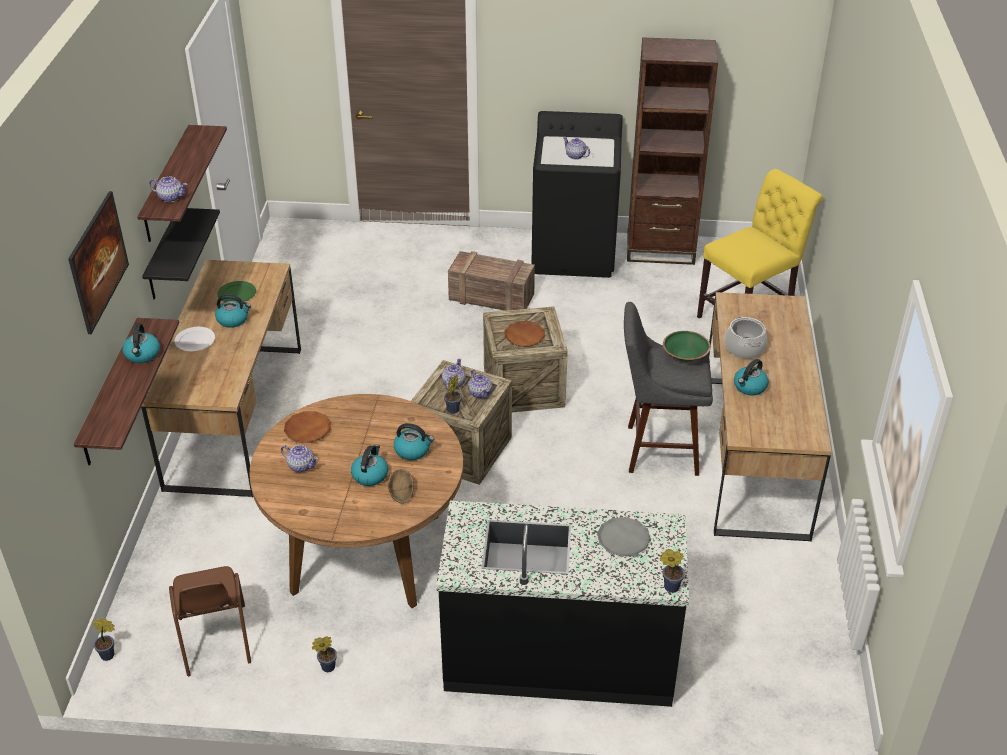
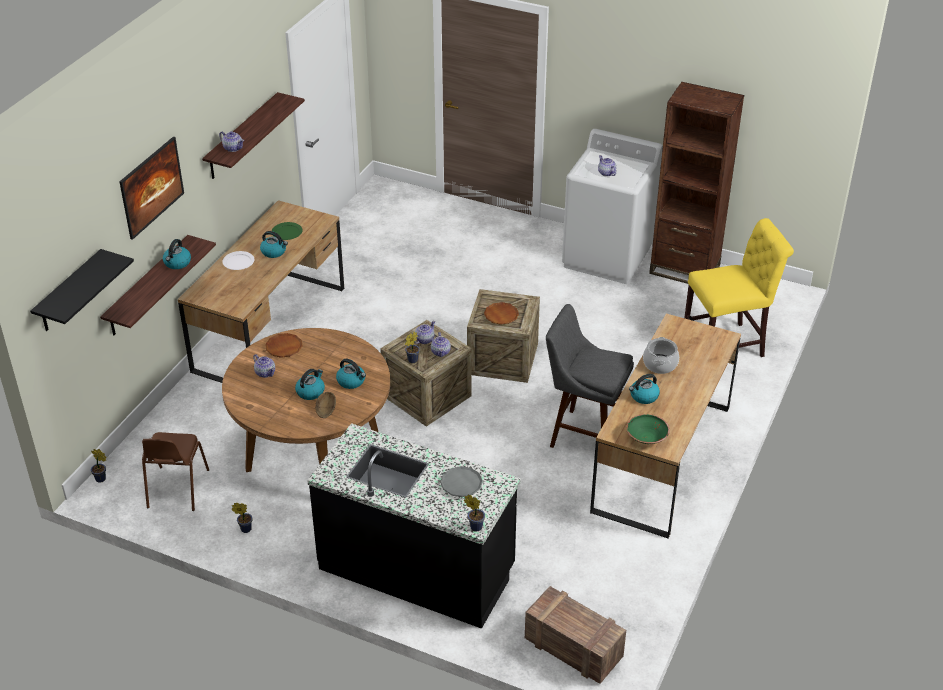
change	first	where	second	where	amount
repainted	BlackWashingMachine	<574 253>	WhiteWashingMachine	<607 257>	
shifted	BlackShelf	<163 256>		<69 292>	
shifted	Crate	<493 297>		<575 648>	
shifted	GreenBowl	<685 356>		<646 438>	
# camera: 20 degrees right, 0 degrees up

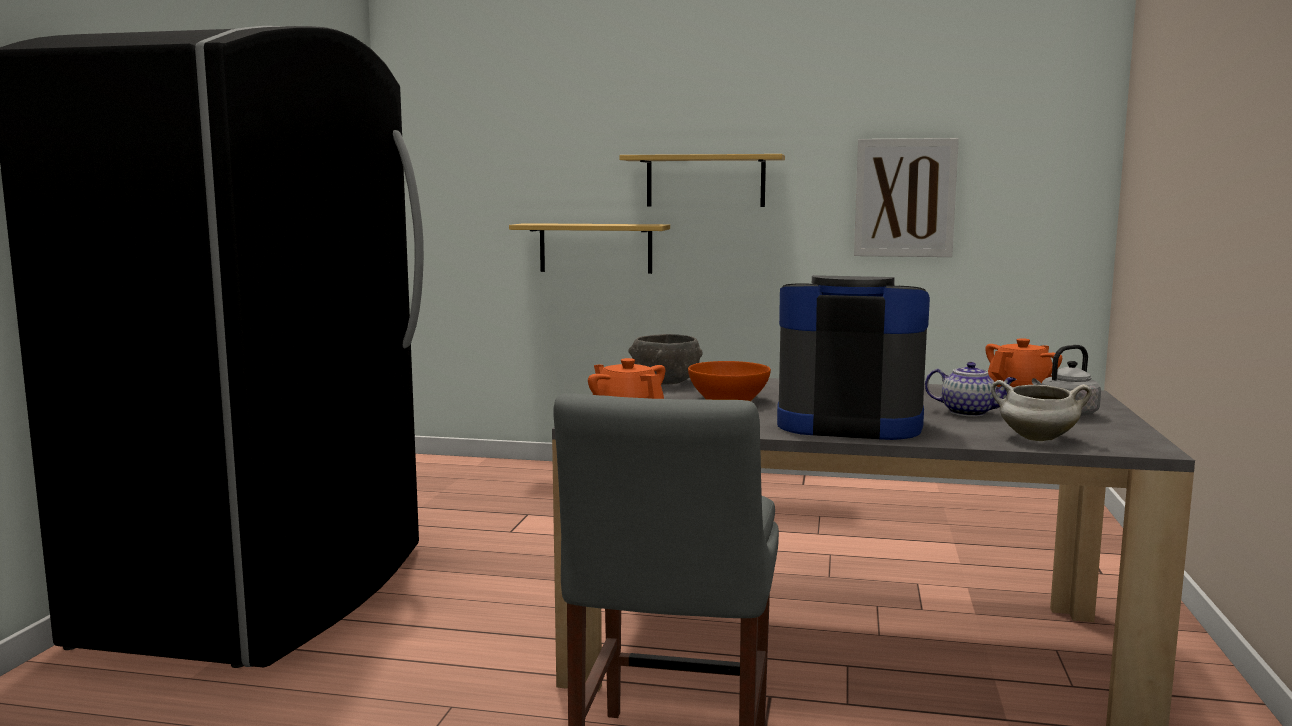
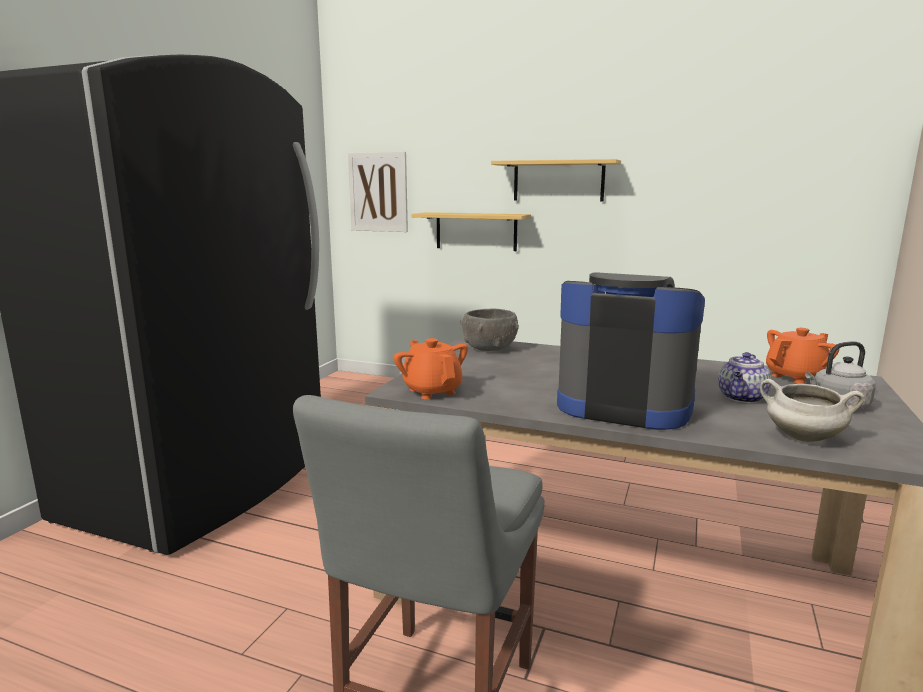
change	first	where	second	where	amount
shifted	Picture	<905 198>		<378 192>	
gone	OrangeBowl	<728 399>			
rotated	Teapot	<969 412>		<742 398>	90 degrees clockwise
# camera: 10 degrees right, 5 degrees up

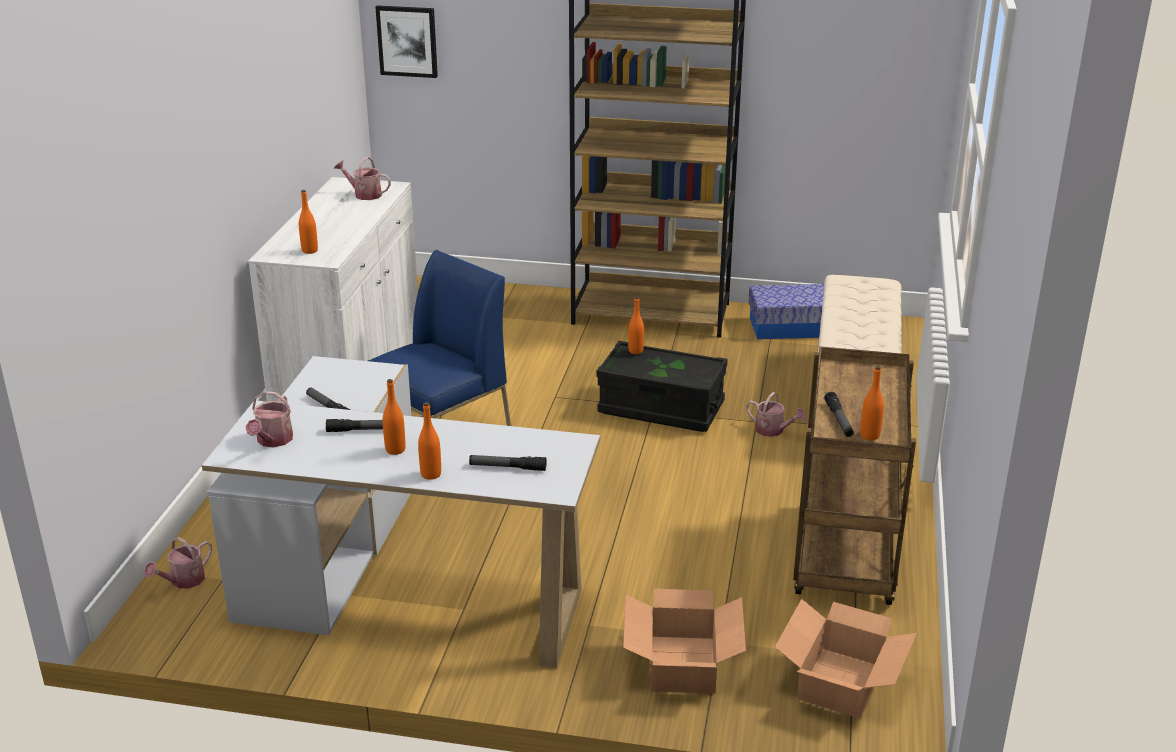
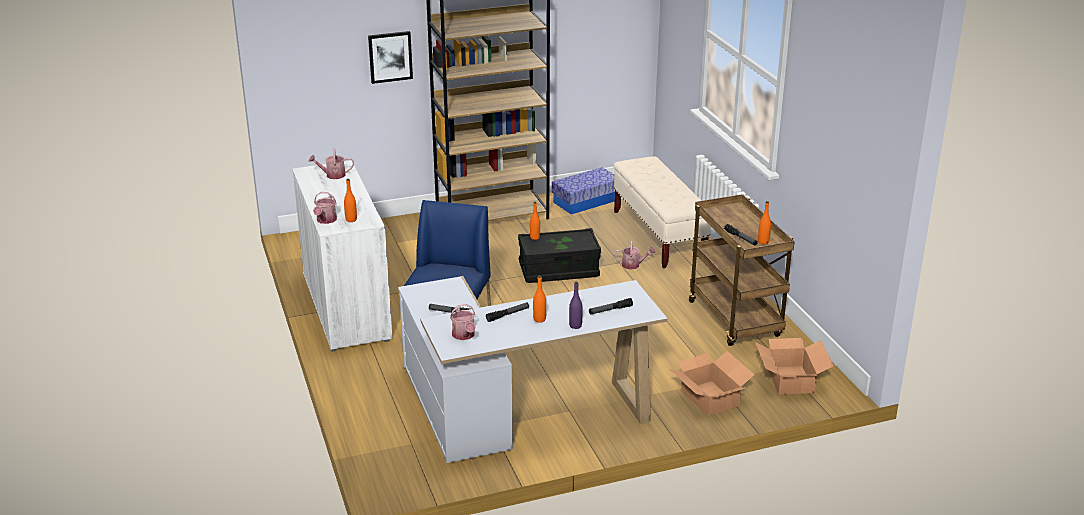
change	first	where	second	where	amount
shifted	Picture	<407 41>		<390 56>	
repainted	OrangeBottle	<431 474>	PurpleBottle	<575 326>	
shifted	WateringCan	<183 581>		<325 220>	
# camera: 30 degrees left, 0 degrees up

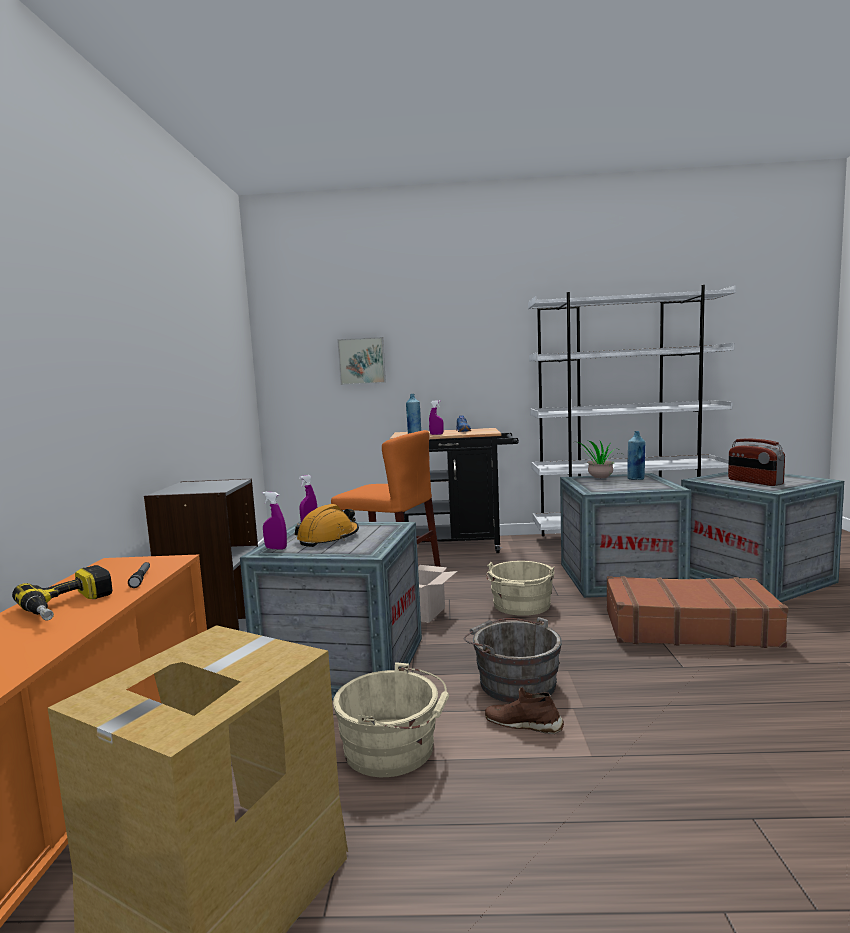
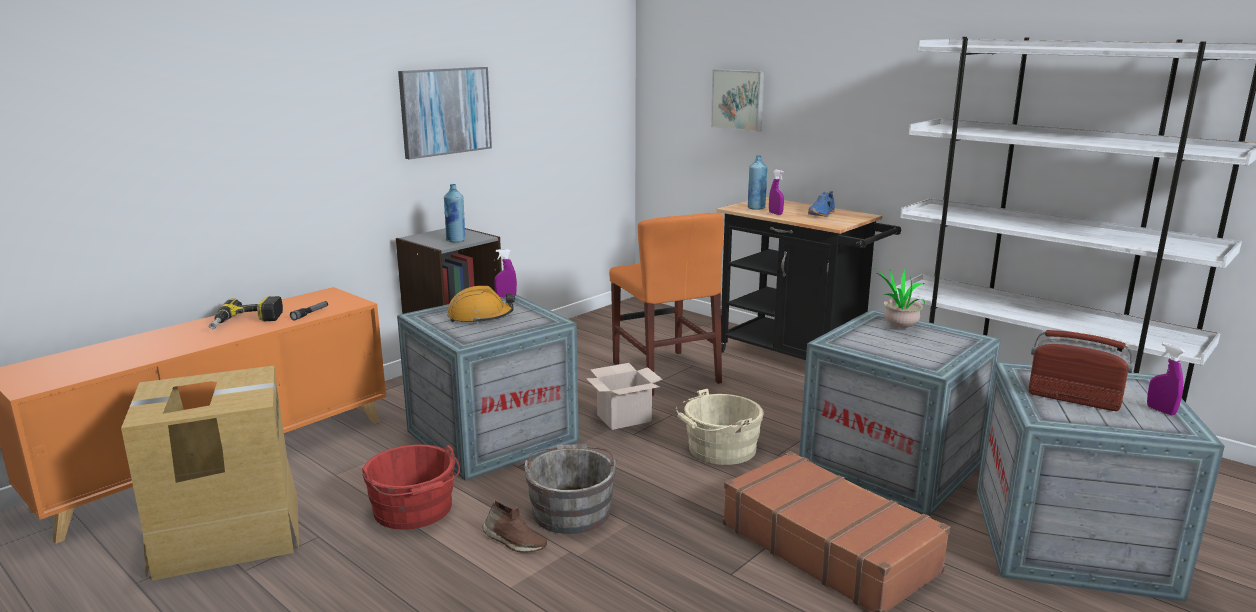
change	first	where	second	where	amount
shifted	BlueBottle	<636 479>		<456 240>	
rotated	Radio	<754 482>		<1073 399>	105 degrees clockwise
shifted	PurpleSprayBottle	<276 548>		<1160 410>	
repainted	BeigeBucket	<394 749>	RedBucket	<414 511>	
rotated	BrownShoe	<523 724>		<513 542>	150 degrees clockwise
new			Picture	<445 111>	
# camera: 40 degrees right, 10 degrees up

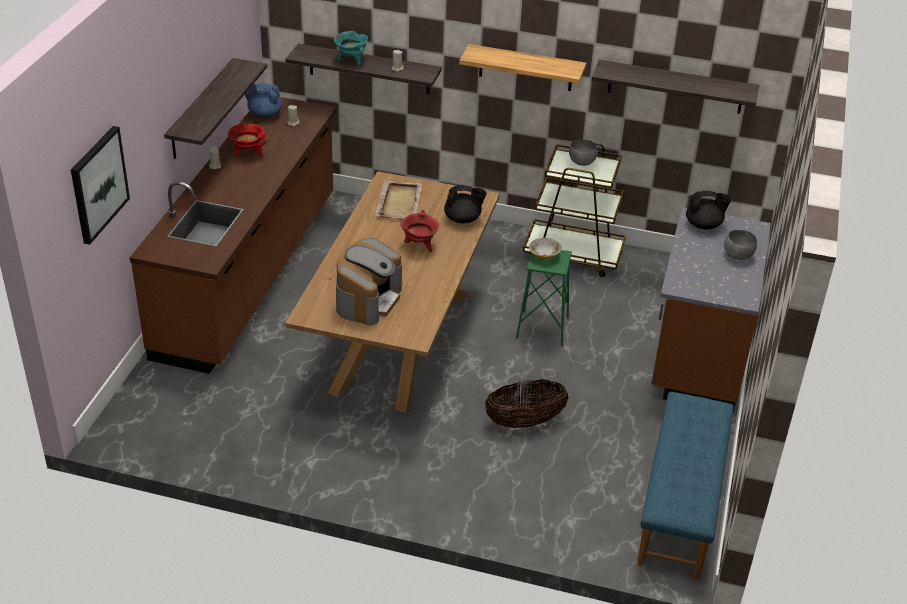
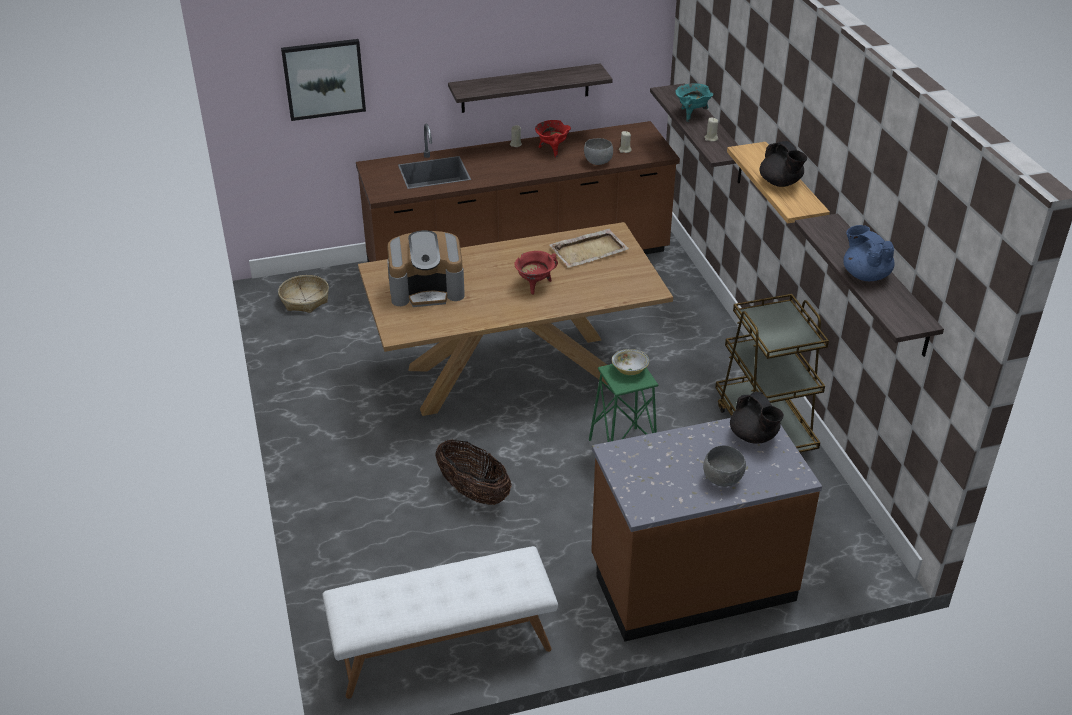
change	first	where	second	where	amount
shifted	BlueTeapot	<264 114>		<865 274>	
shifted	GreyBowl	<581 163>		<597 162>	
shifted	BlackTeapot	<463 219>		<780 183>	
repainted	BlueBench	<681 505>	WhiteBench	<443 648>	
new			Basket	<305 300>	
# camera: 60 degrees right, 0 degrees up

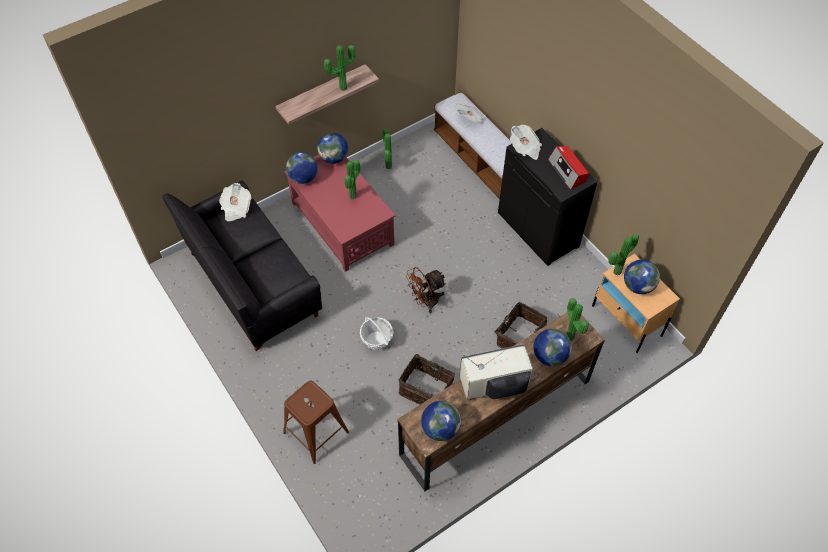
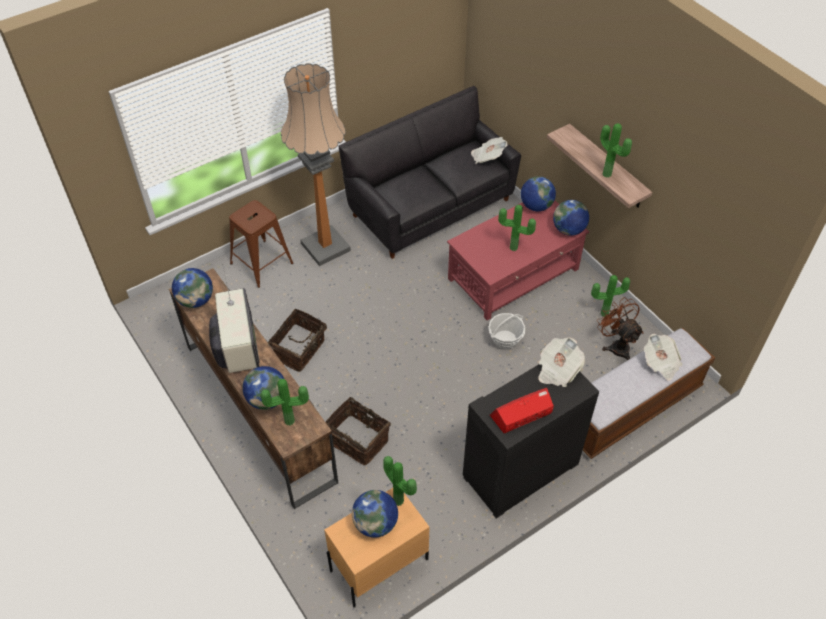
change	first	where	second	where	amount
shifted	BrownFan	<426 302>		<616 345>	
shifted	Basket	<377 340>		<505 339>	
new			FloorLamp	<325 247>	
# camera: 90 degrees right, 5 degrees down

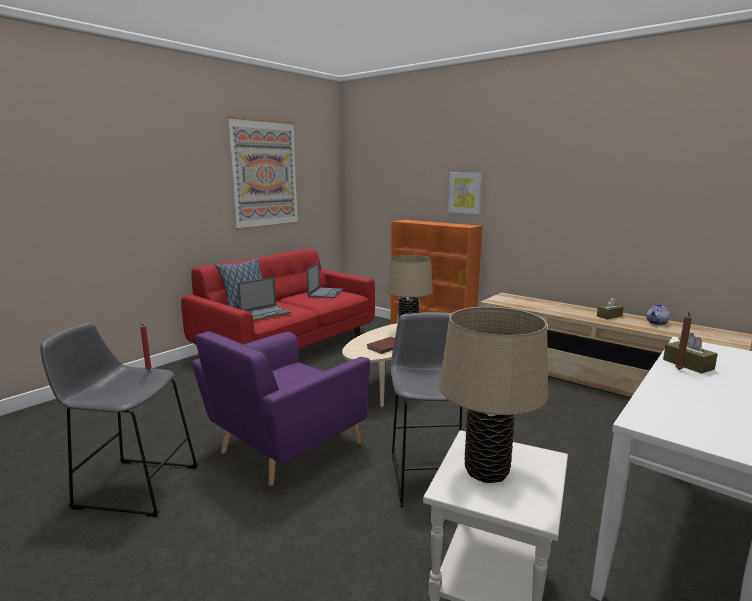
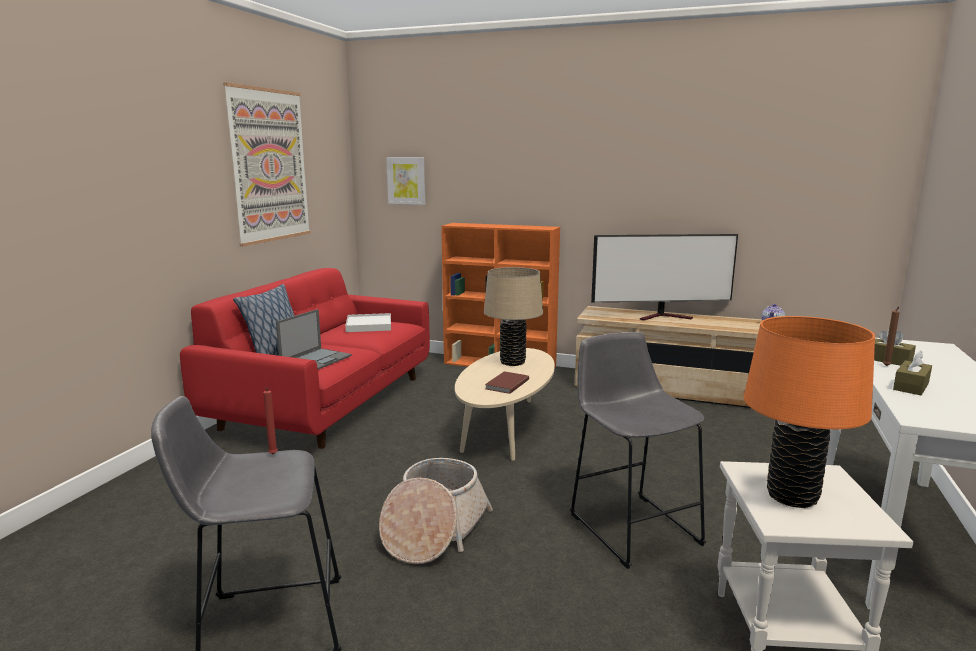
change	first	where	second	where	amount
shifted	Picture	<465 193>		<406 180>	
swapped	Laptop	<325 293>	WhiteTray	<369 325>	
shifted	BrownTissueBox	<609 316>		<911 386>	
repainted	BeigeTableLamp	<486 471>	OrangeTableLamp	<792 496>	
swapped	PurpleArmchair	<284 446>	Basket	<434 530>	
new			Television	<664 317>	
# camera: 20 degrees left, 0 degrees up

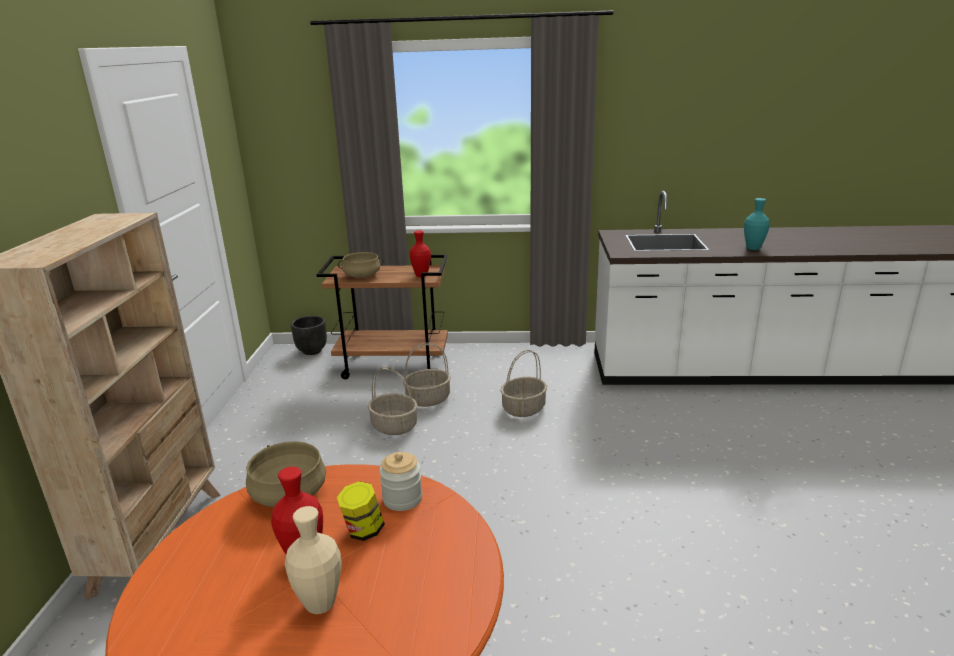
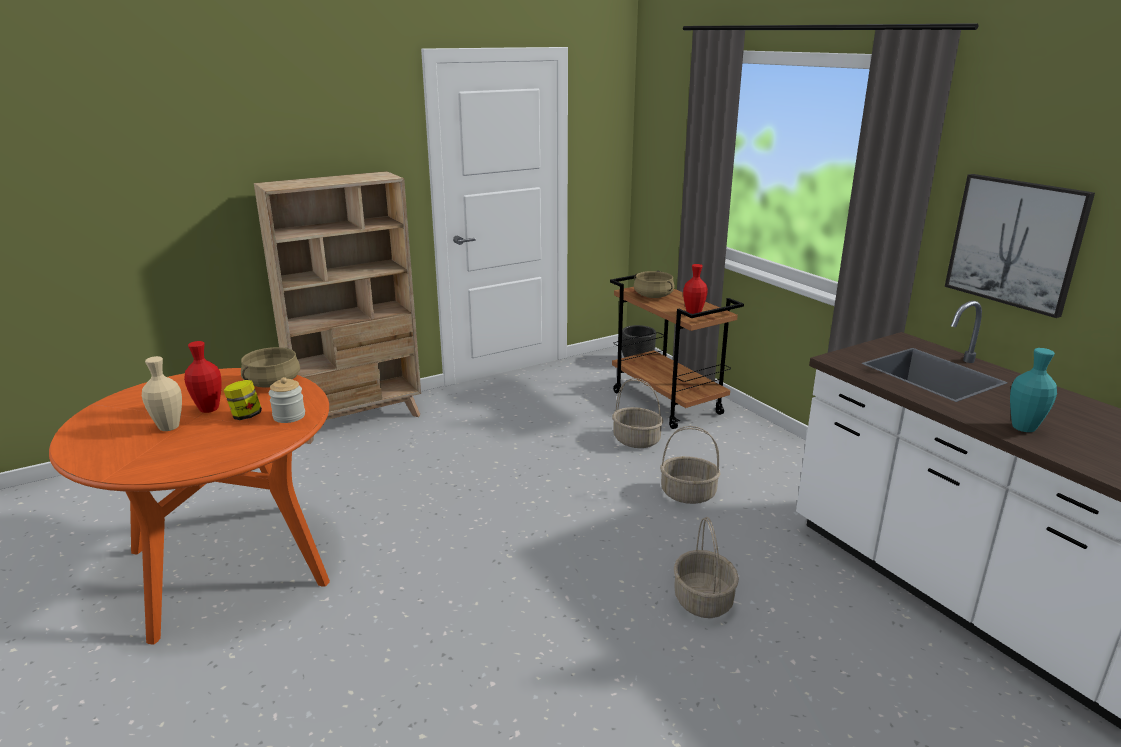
change	first	where	second	where	amount
shifted	Basket	<395 426>		<704 601>	
new			Picture	<1015 243>	
# camera: 55 degrees right, 0 degrees up

